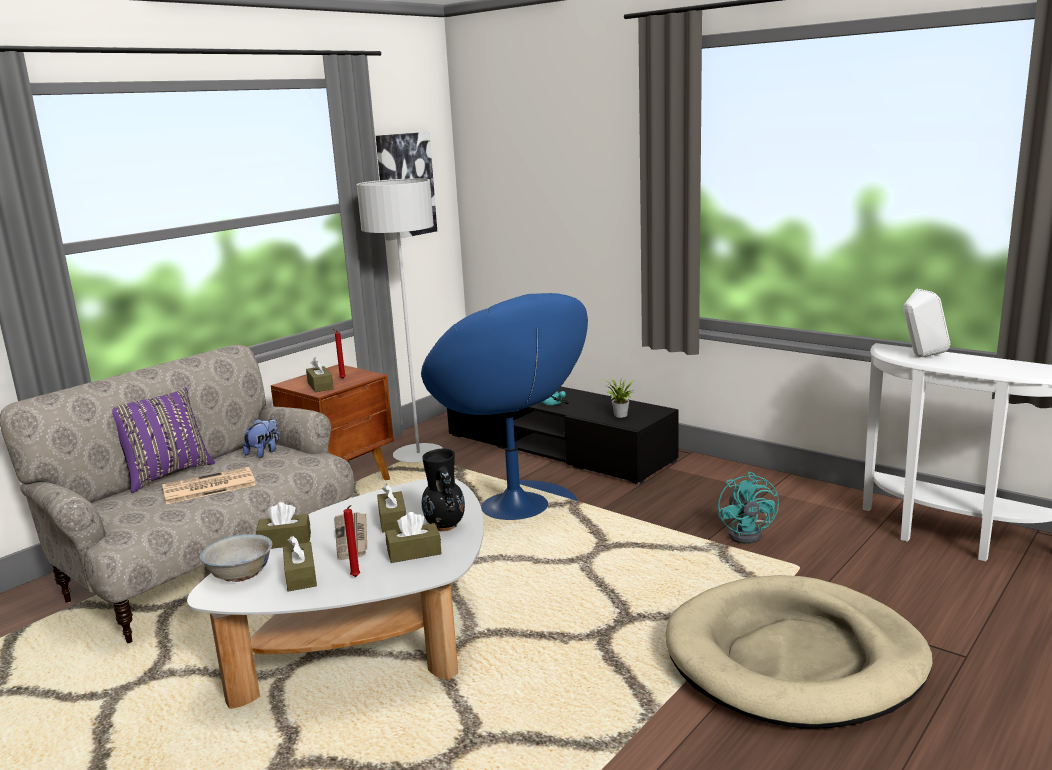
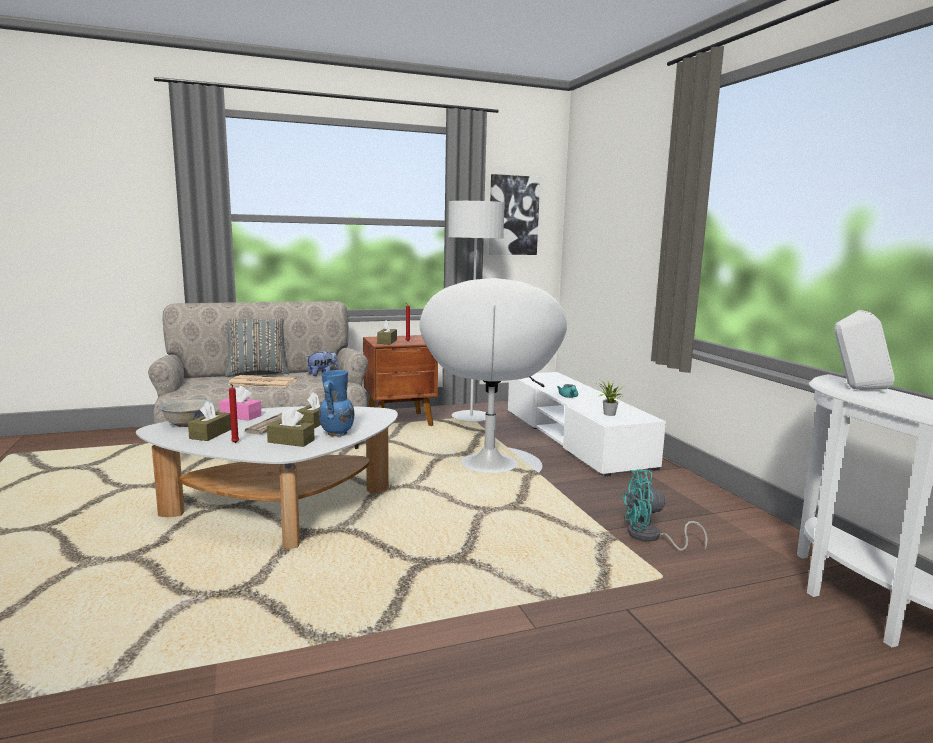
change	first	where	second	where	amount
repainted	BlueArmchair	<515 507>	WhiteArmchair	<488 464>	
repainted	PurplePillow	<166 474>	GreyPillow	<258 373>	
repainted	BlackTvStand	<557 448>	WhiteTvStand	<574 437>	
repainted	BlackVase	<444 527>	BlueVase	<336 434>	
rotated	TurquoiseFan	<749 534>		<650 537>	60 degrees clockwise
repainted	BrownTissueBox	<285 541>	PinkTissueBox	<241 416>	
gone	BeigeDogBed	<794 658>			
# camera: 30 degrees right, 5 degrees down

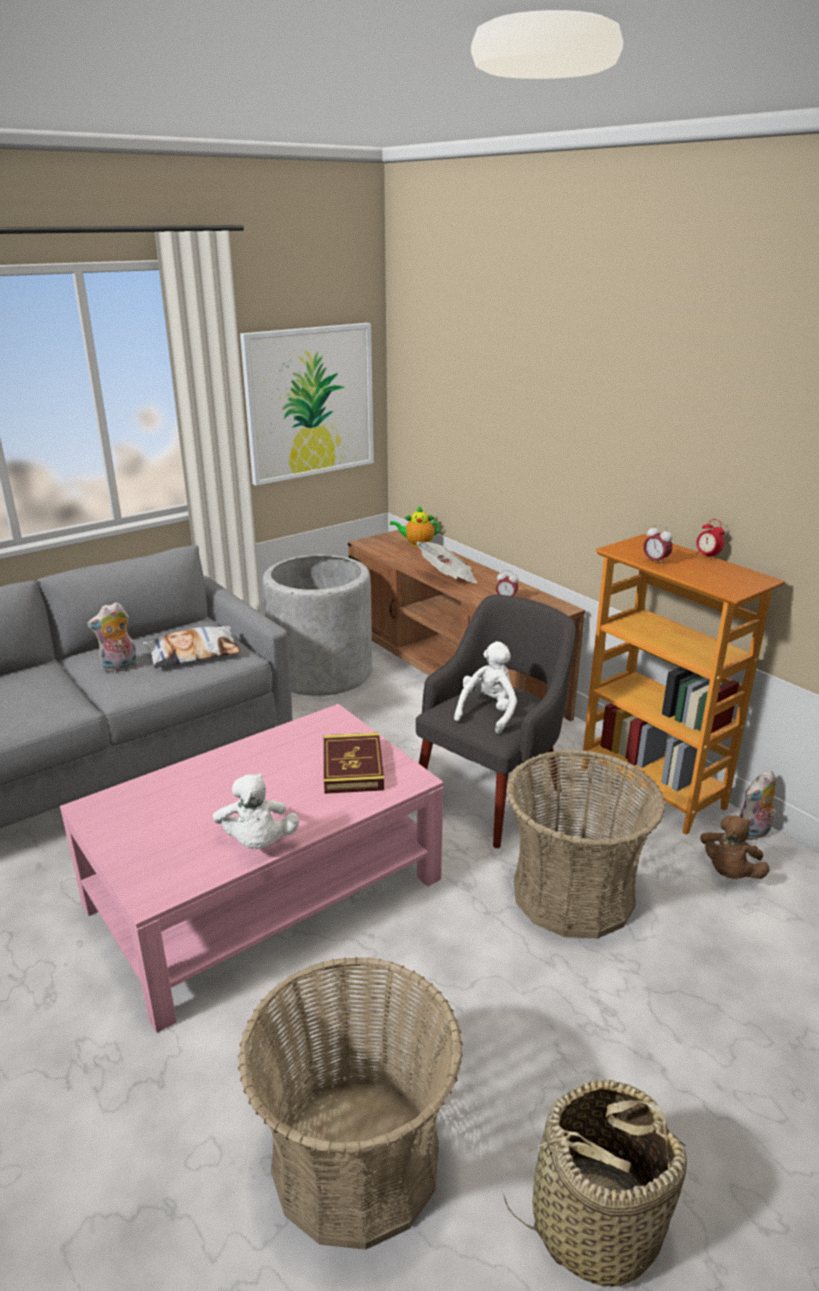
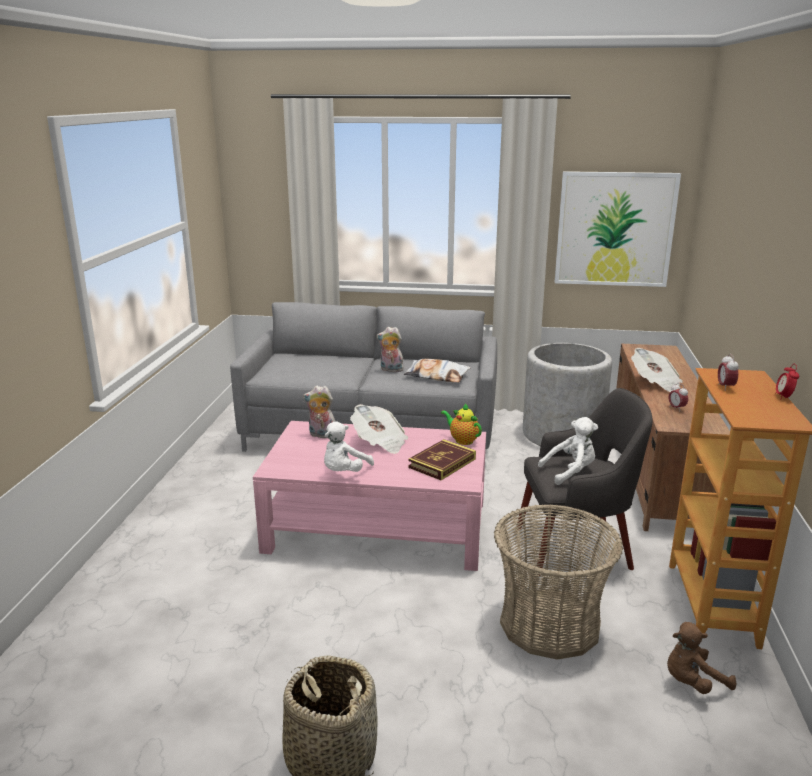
change	first	where	second	where	amount
shifted	Teapot	<417 544>		<462 440>	
shifted	PlushToy	<753 833>		<321 435>	
gone	Basket	<355 1160>			
new			Newspaper	<380 442>	
# camera: 45 degrees right, 5 degrees down

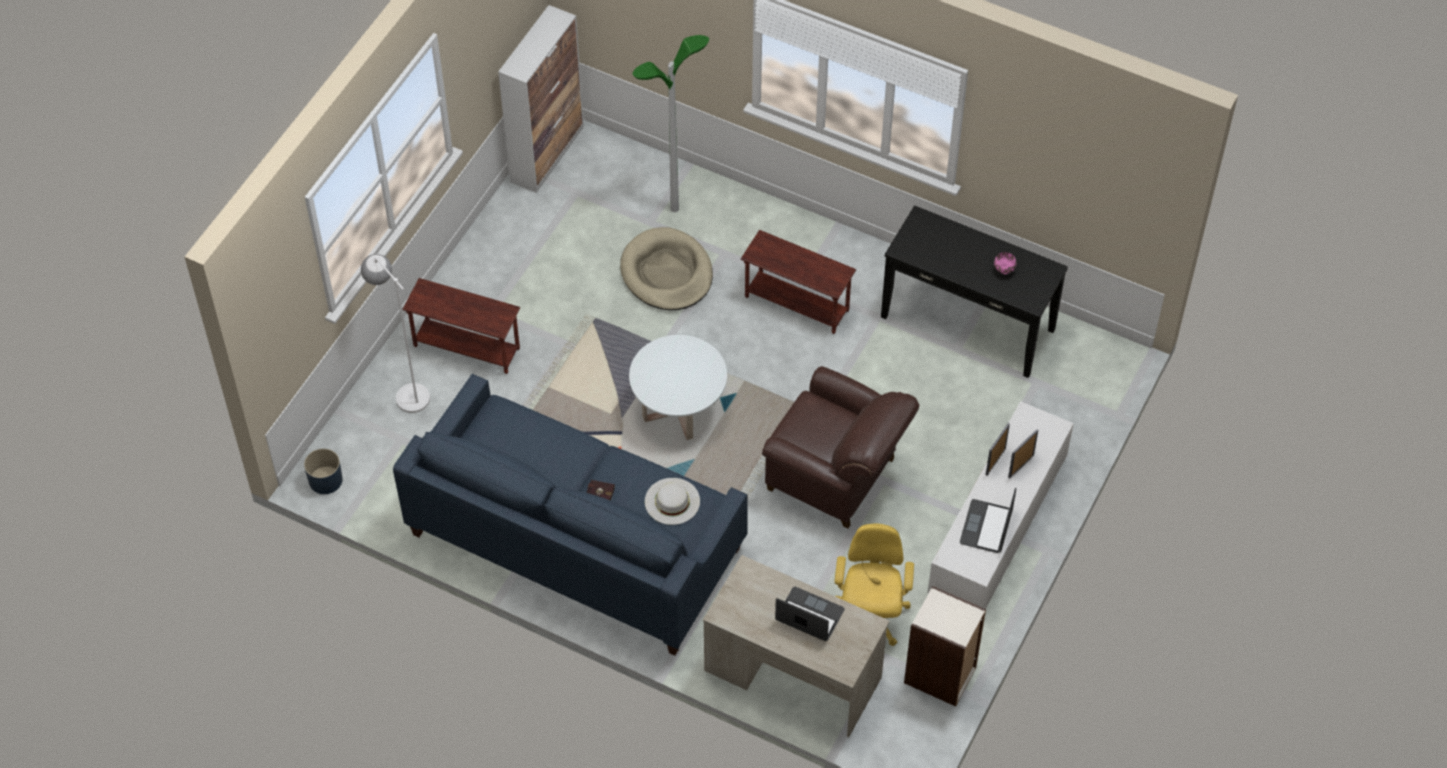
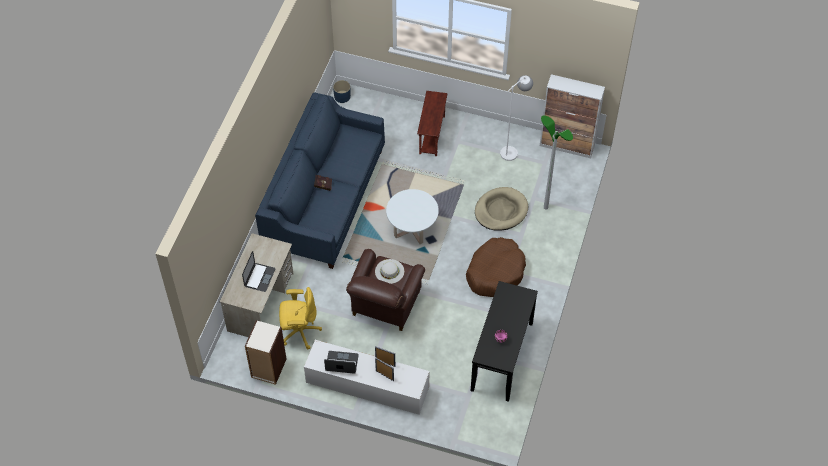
change	first	where	second	where	amount
swapped	BrownSideTable	<797 303>	BrownDogBed	<495 272>	
shifted	WhiteFloorLamp	<405 390>		<512 150>	
shifted	WhiteHat	<672 501>		<389 271>	
# camera: 80 degrees right, 0 degrees up

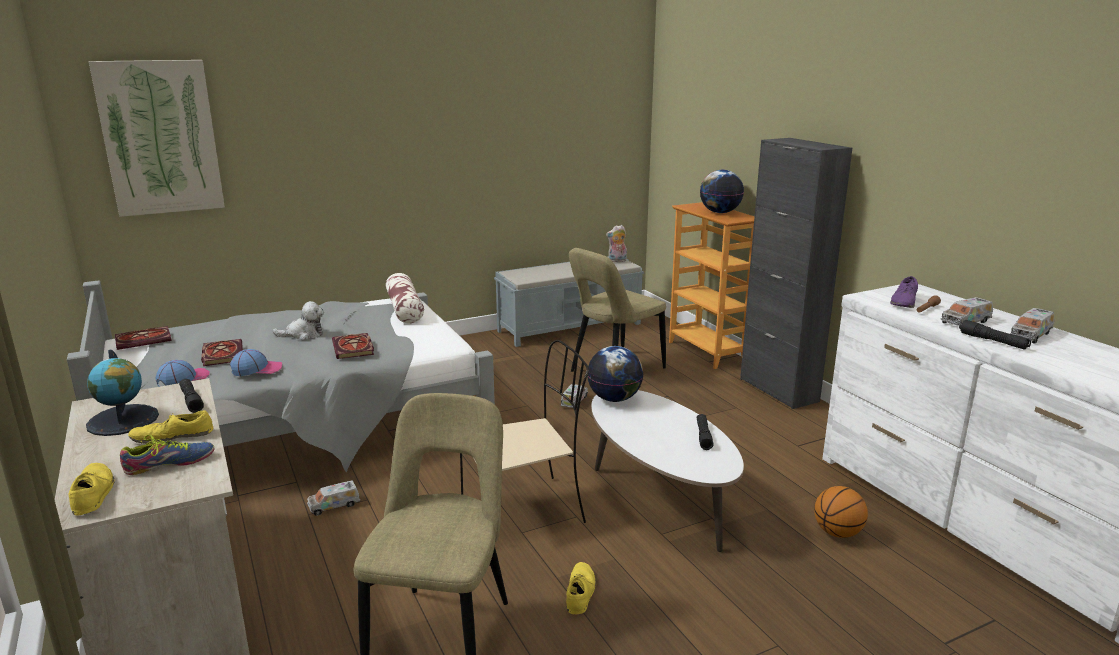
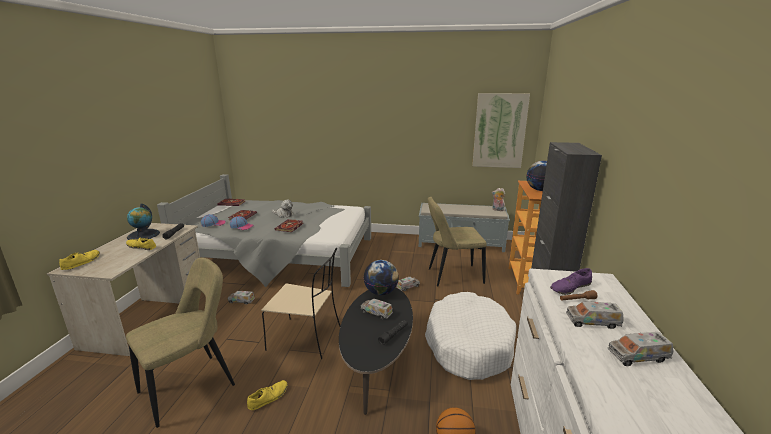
change	first	where	second	where	amount
shifted	Picture	<160 138>		<499 131>	
gone	Pillow	<404 309>			
gone	BlackFlashlight	<993 341>			
repainted	WhiteCoffeeTable	<658 497>	BlackCoffeeTable	<377 362>	
gone	Shoe	<169 463>			
new			WhiteDogBed	<468 344>	
new			ToyTruck	<376 312>	
# camera: 35 degrees right, 0 degrees up

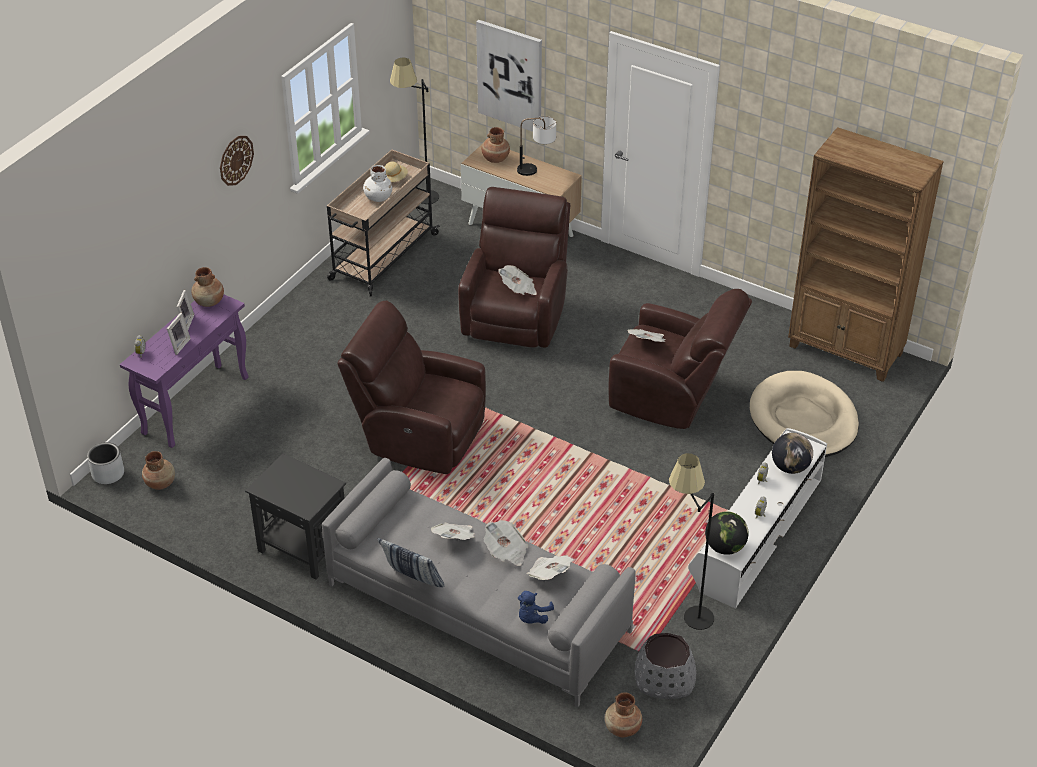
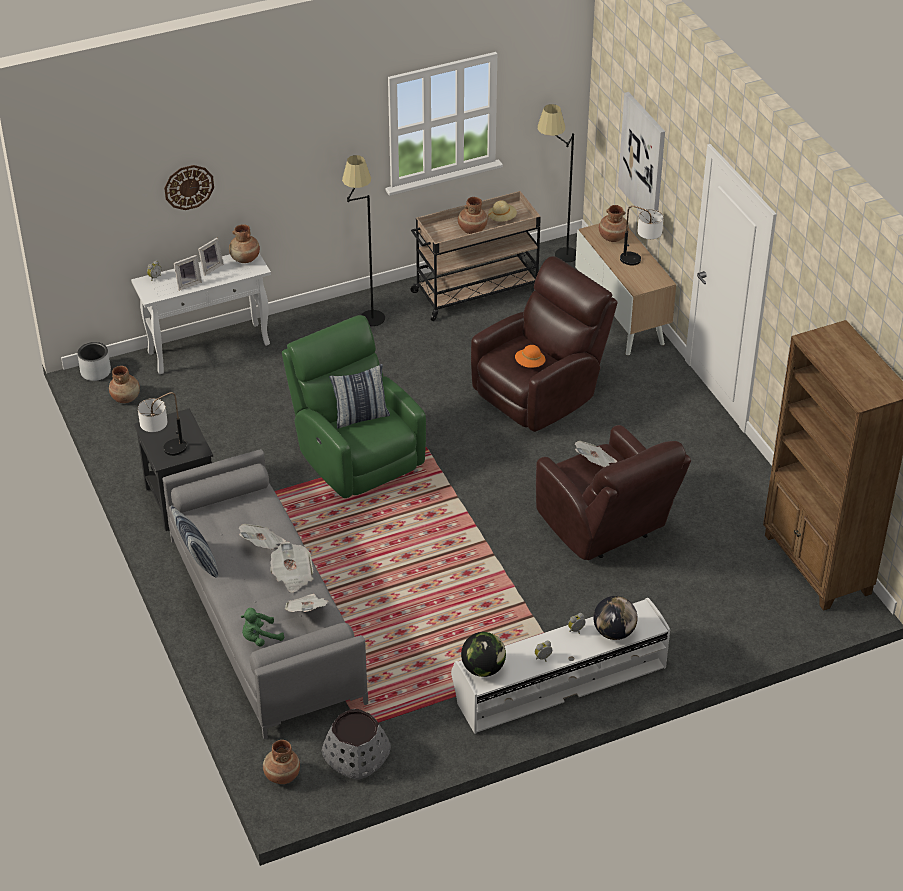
change	first	where	second	where	amount
shifted	WallClock	<236 160>		<189 187>	
repainted	WhiteVase	<378 197>	BrownVase	<472 229>	
swapped	Newspaper	<518 289>	OrangeHat	<530 364>	
repainted	PurpleConsoleTable	<196 404>	WhiteConsoleTable	<209 348>	
repainted	BrownArmchair	<418 435>	GreenArmchair	<357 455>	
gone	BeigeDogBed	<803 419>			
shifted	BlackFloorLamp	<685 614>		<365 312>	
repainted	BluePlushToy	<532 617>	GreenPlushToy	<260 638>	
new			Pillow	<361 417>	
new			TableLamp	<165 453>	
# camera: 35 degrees right, 0 degrees up

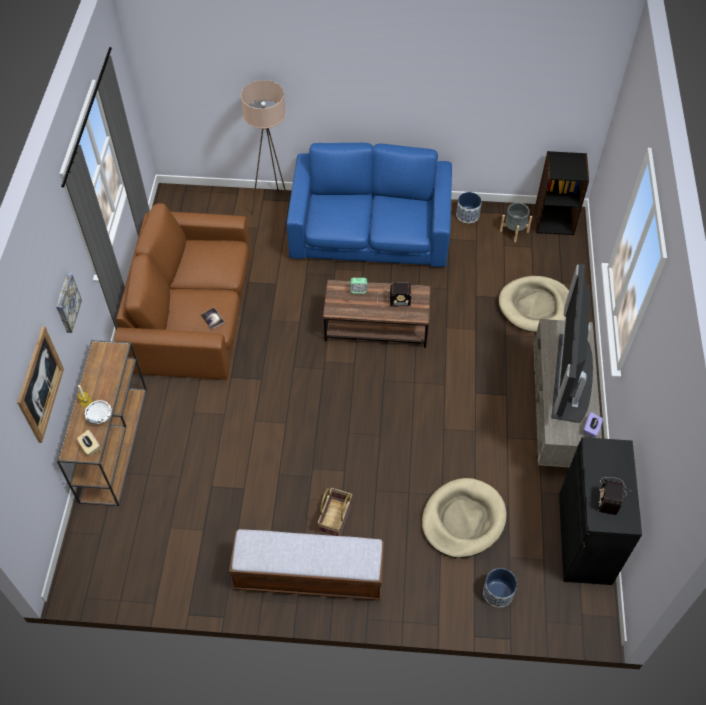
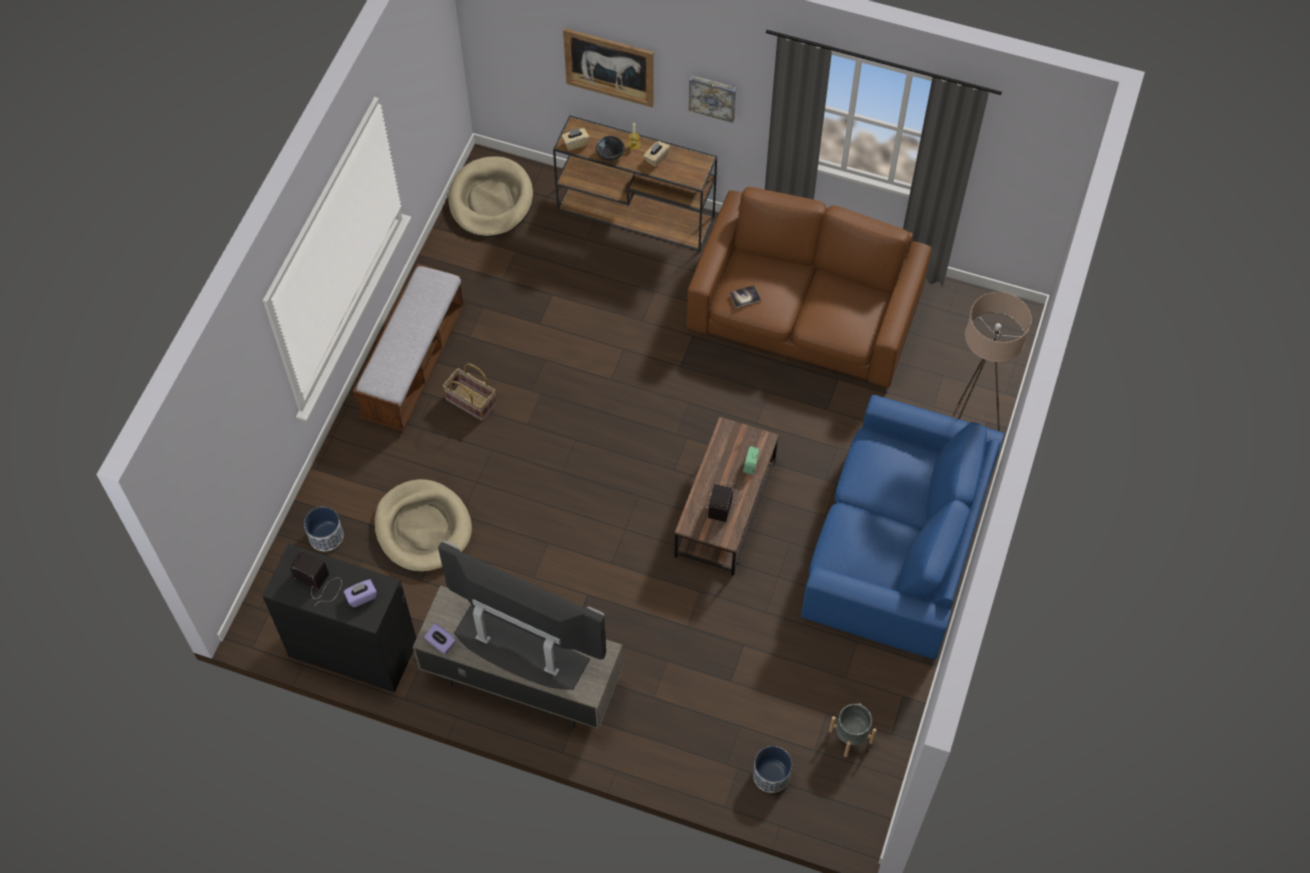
change	first	where	second	where	amount
gone	BlackBookcase	<554 220>			
shifted	Planter	<467 215>		<771 775>	
shifted	BeigeDogBed	<535 306>		<490 200>	
repainted	WhiteBowl	<100 417>	BlackBowl	<610 154>	
new			BeigeTissueBox	<656 158>	
new			PurpleTissueBox	<361 597>	
# camera: 105 degrees right, 5 degrees up

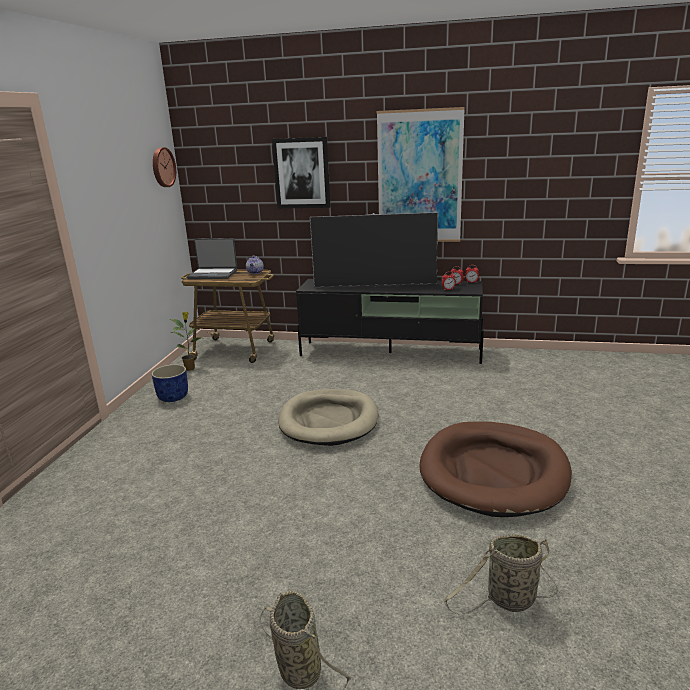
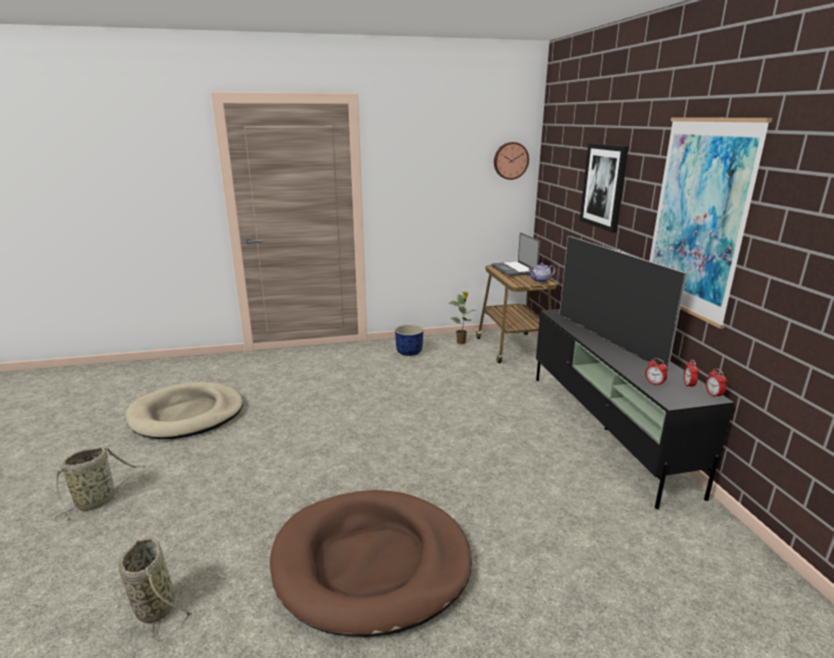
change	first	where	second	where	amount
shifted	BeigeDogBed	<329 421>		<187 415>	
# camera: 65 degrees right, 0 degrees up

